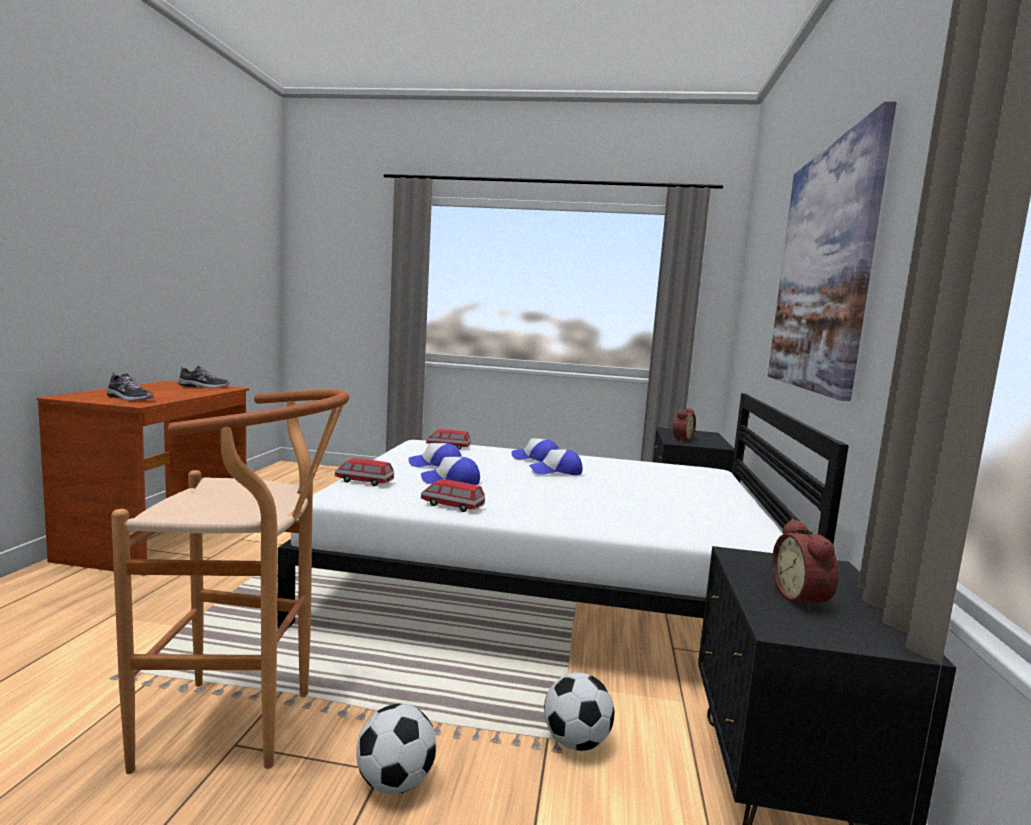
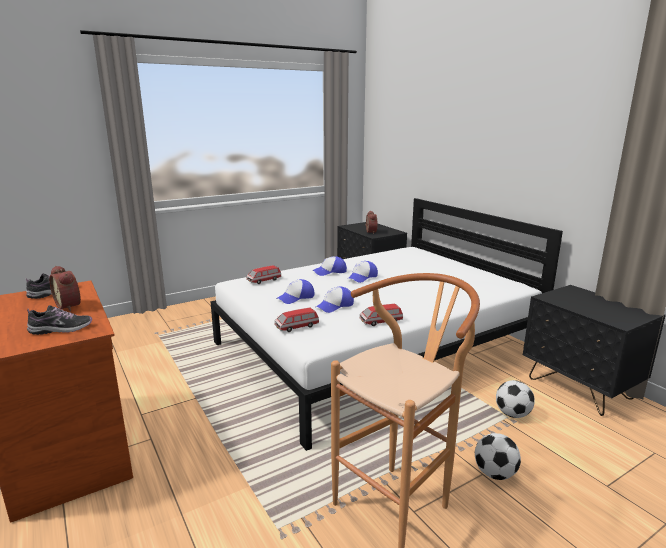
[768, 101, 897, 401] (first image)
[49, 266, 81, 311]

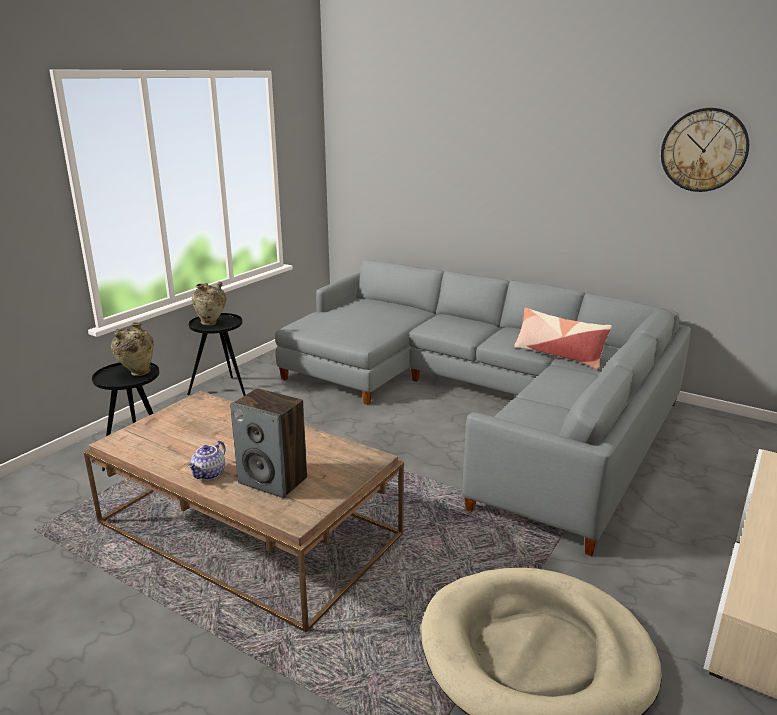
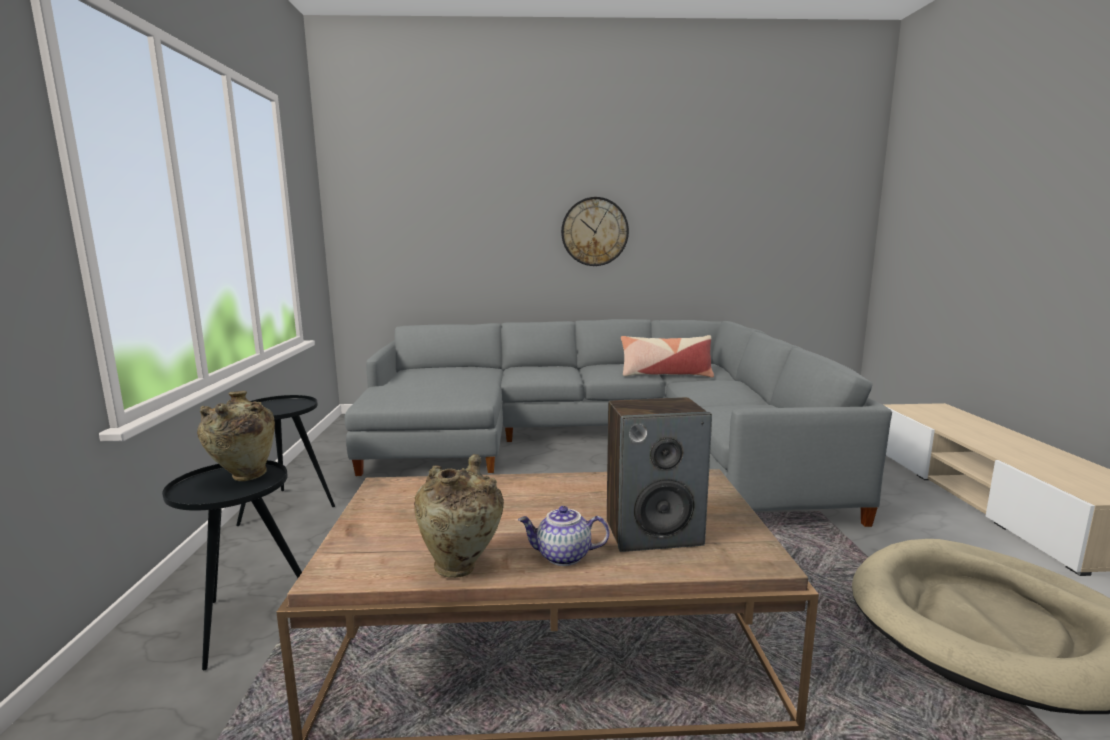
[518, 506, 609, 566]
[414, 454, 504, 578]
[561, 197, 629, 266]

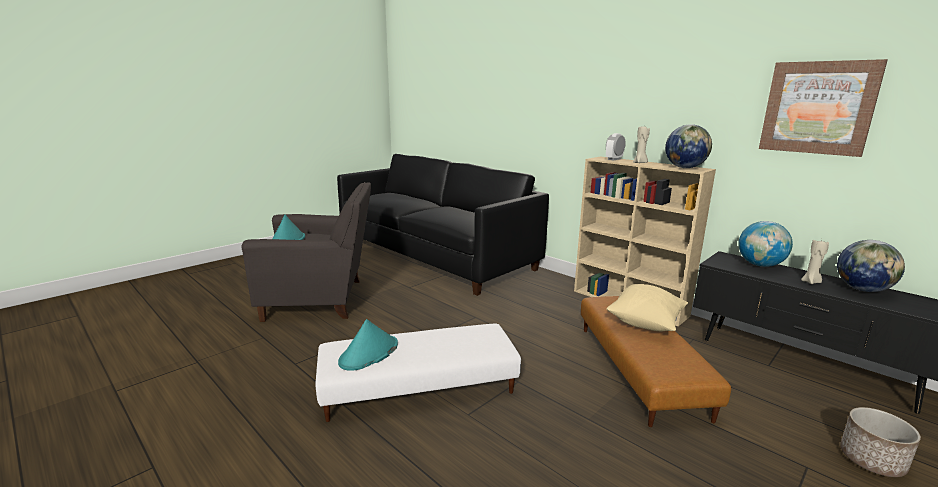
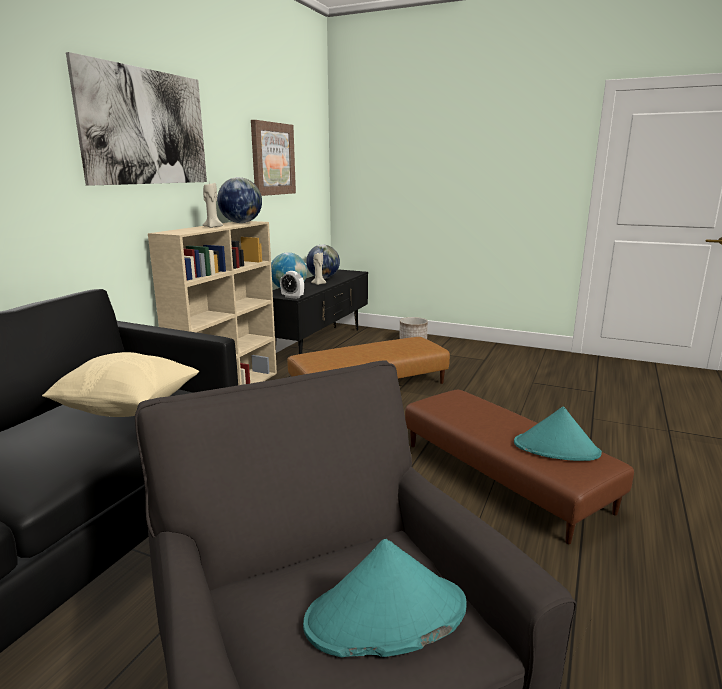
[405, 390, 634, 544]
[280, 271, 304, 299]
[42, 352, 199, 417]
[66, 52, 207, 186]

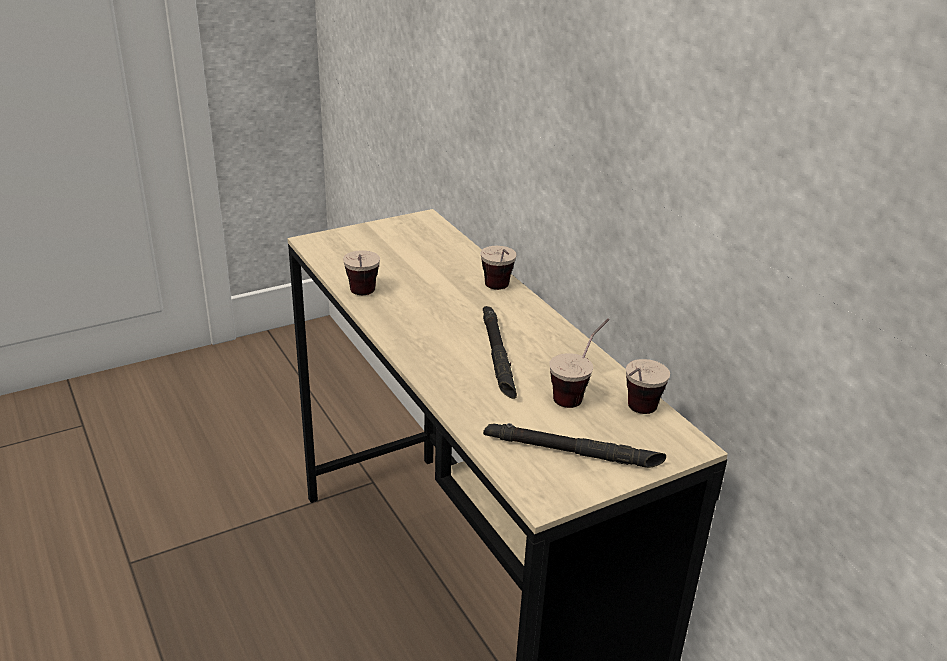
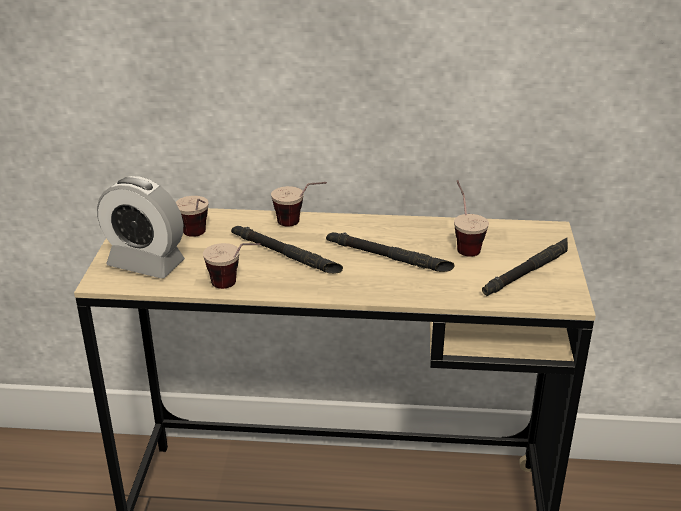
[176, 196, 209, 237]
[97, 176, 185, 279]
[231, 226, 343, 274]

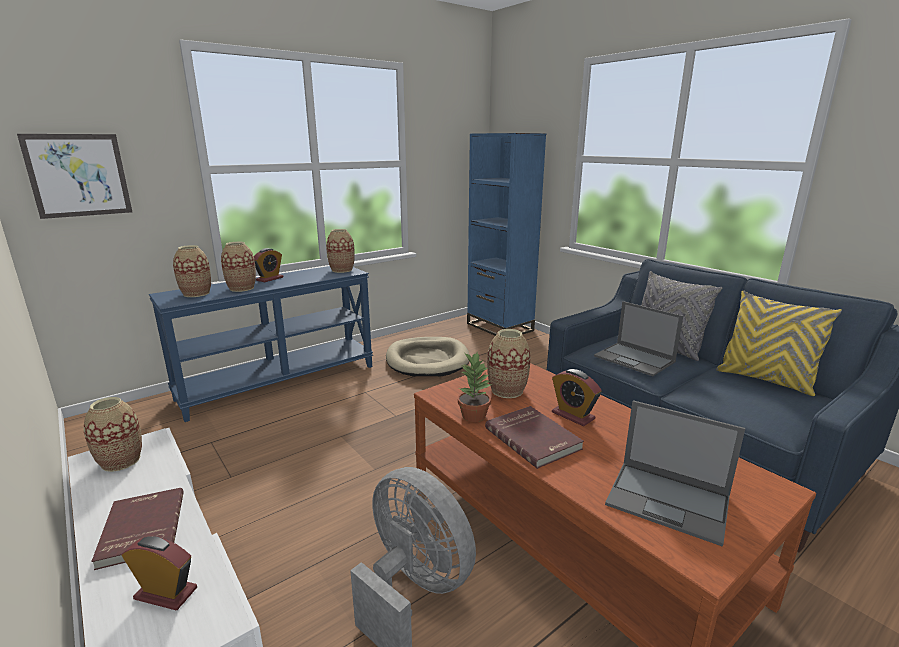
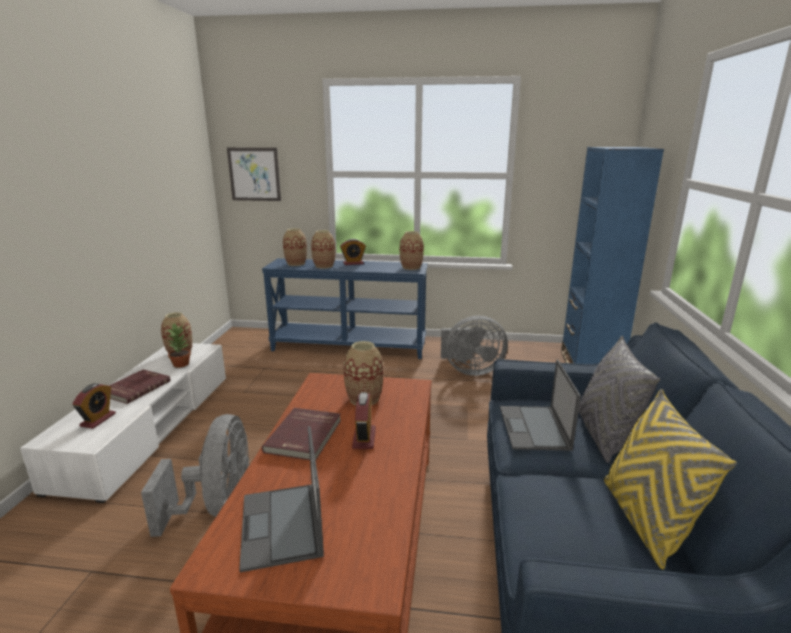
[73, 383, 116, 429]
[441, 316, 508, 376]
[167, 324, 191, 368]

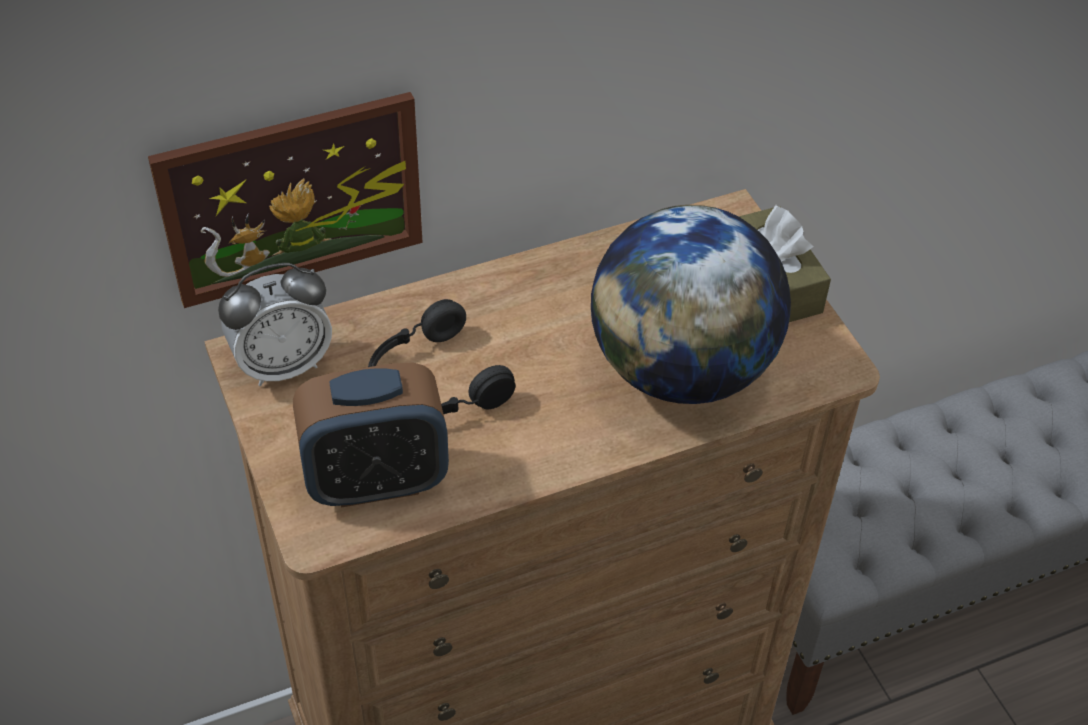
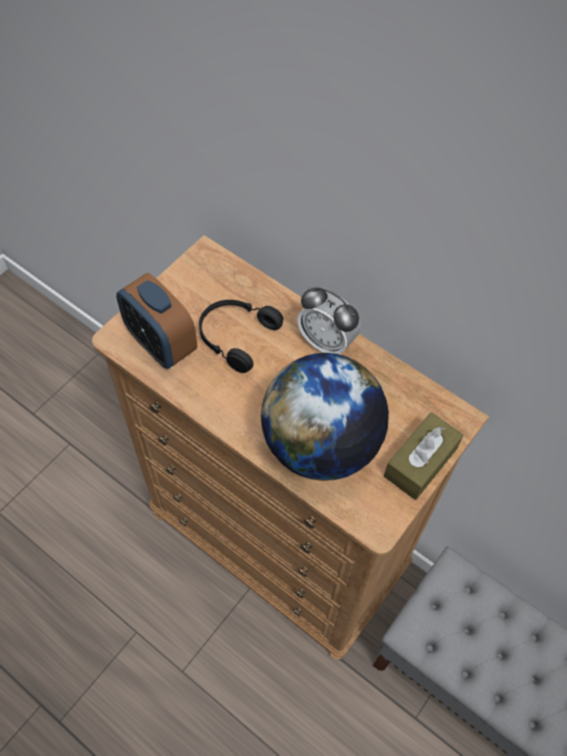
[148, 92, 423, 308] (first image)
[297, 288, 361, 354]

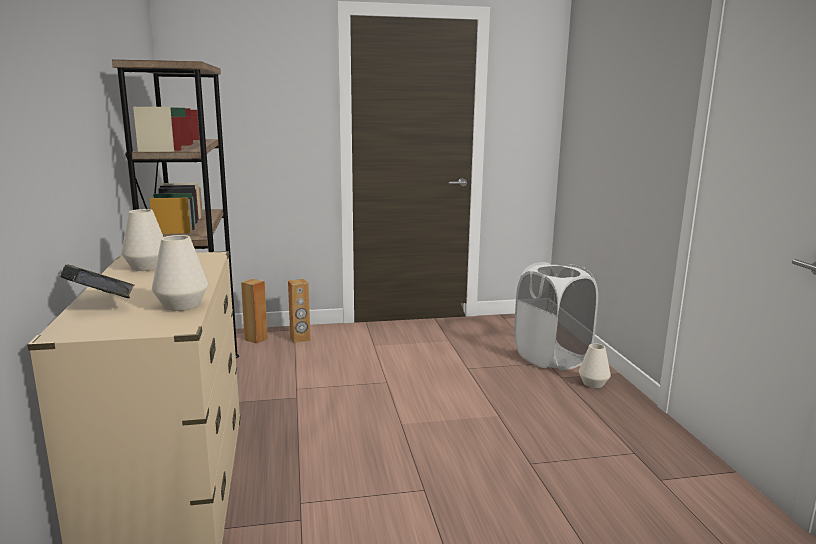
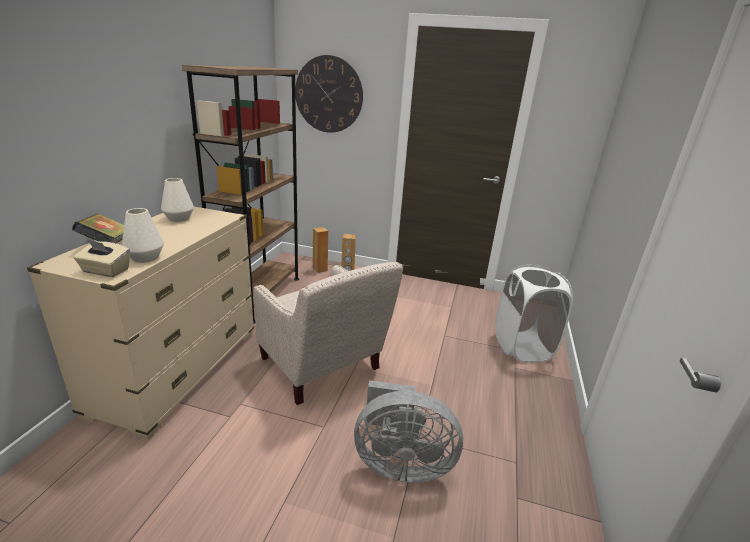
[579, 343, 611, 388] (first image)
[73, 240, 130, 277]
[253, 261, 403, 405]
[295, 55, 363, 133]
[354, 380, 463, 483]

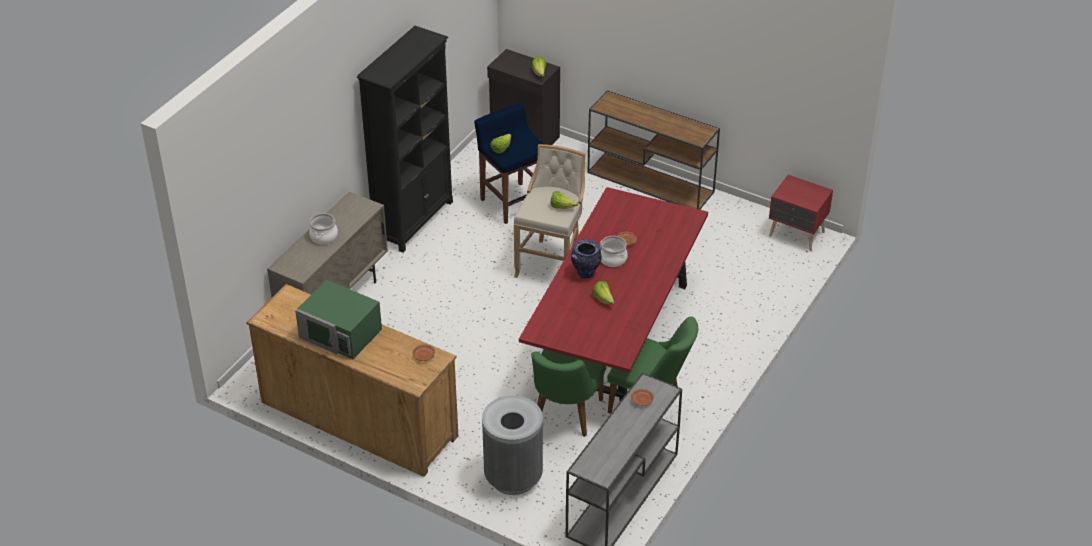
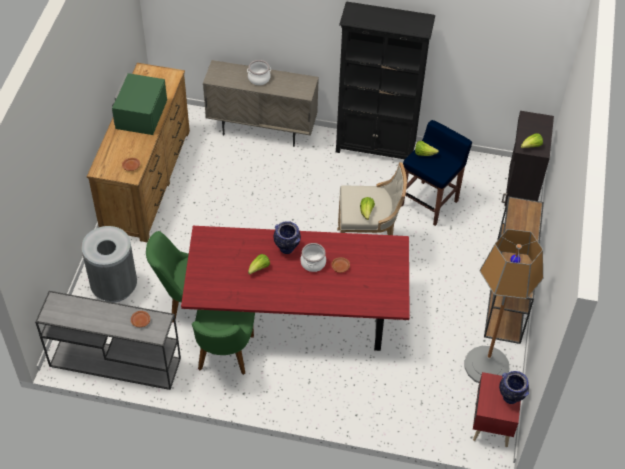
[465, 229, 543, 383]
[499, 371, 529, 404]

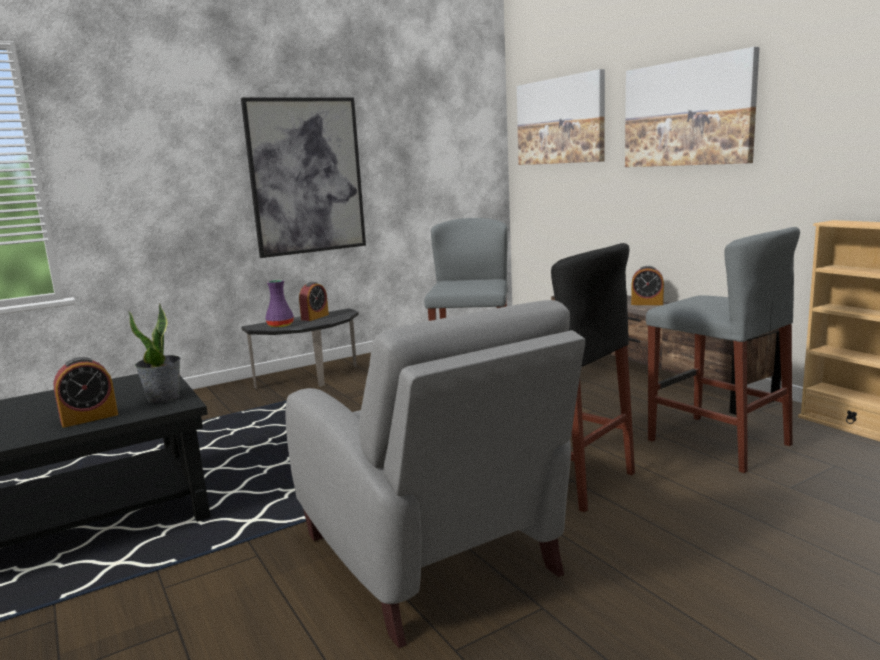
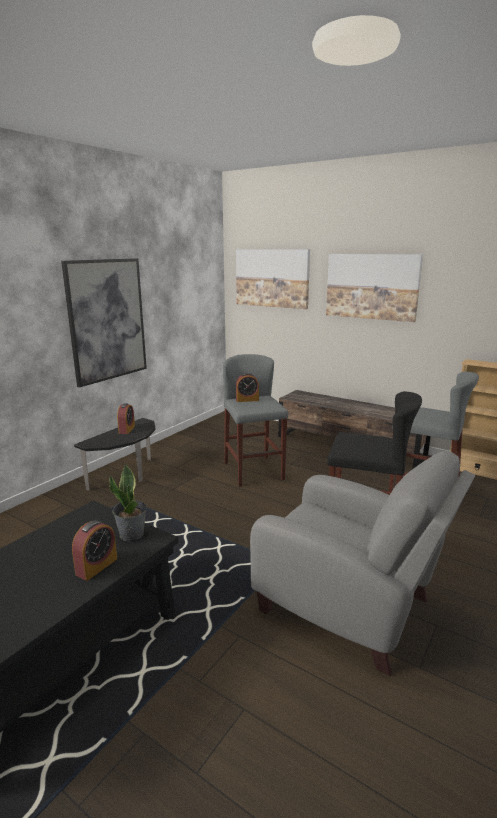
[265, 280, 294, 327] (first image)
[236, 373, 259, 402]

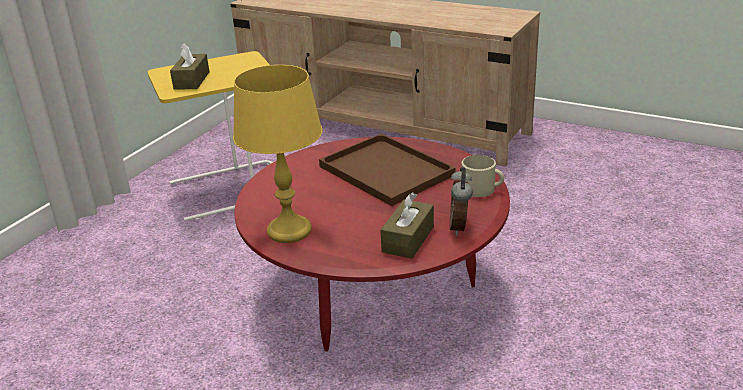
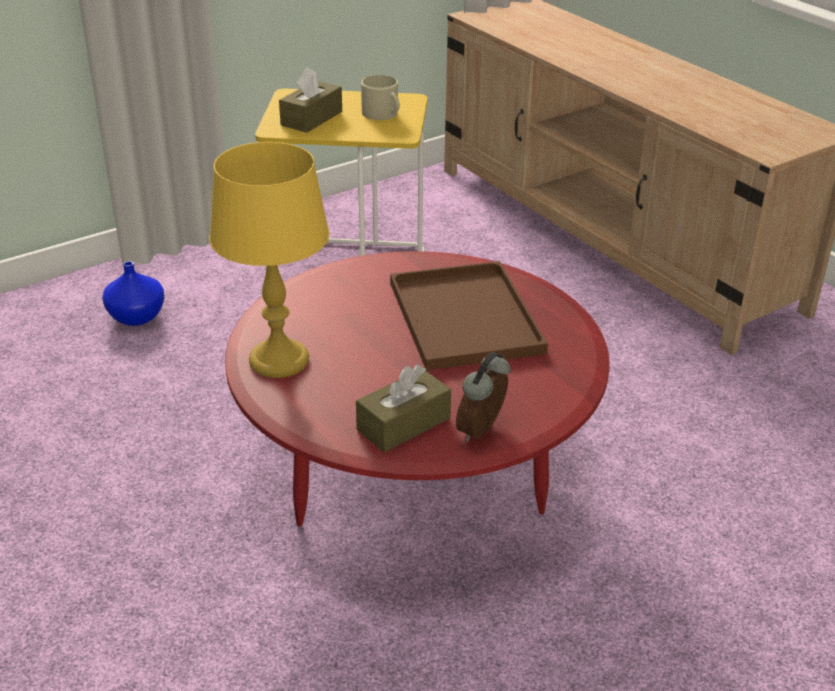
[361, 75, 400, 120]
[102, 261, 164, 326]

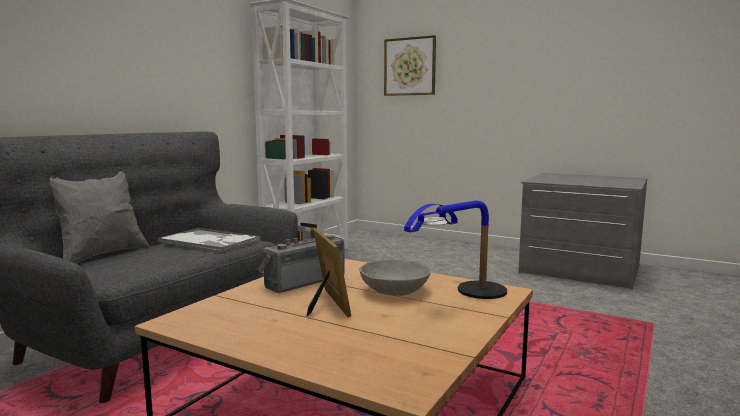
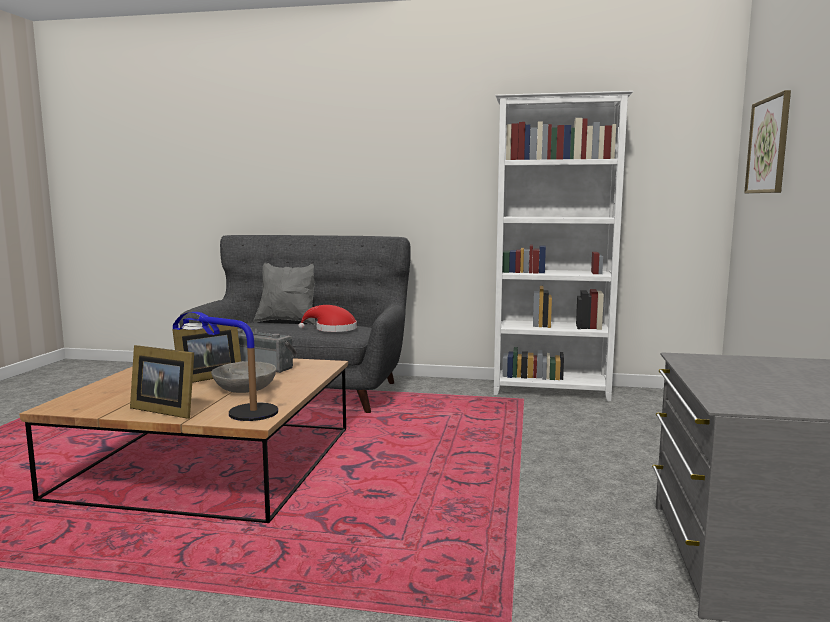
[298, 305, 357, 332]
[130, 345, 194, 419]

